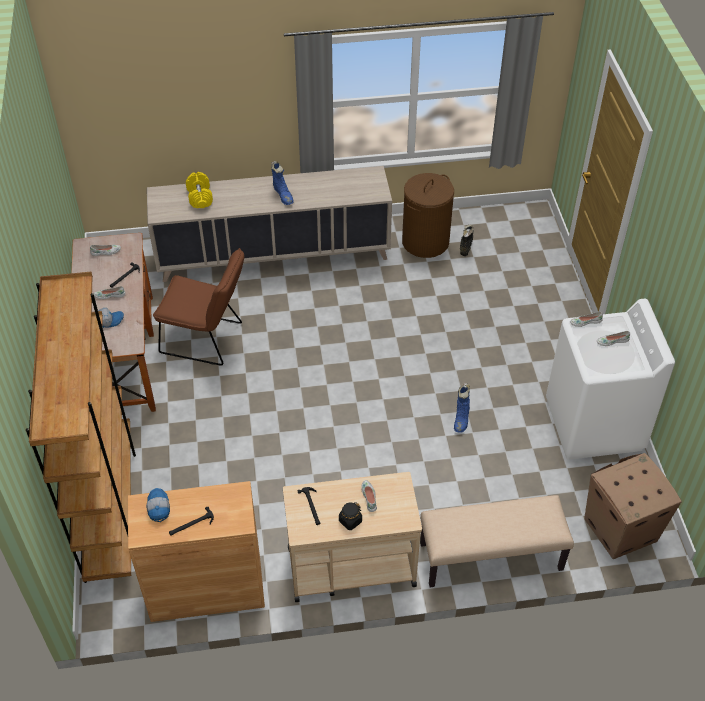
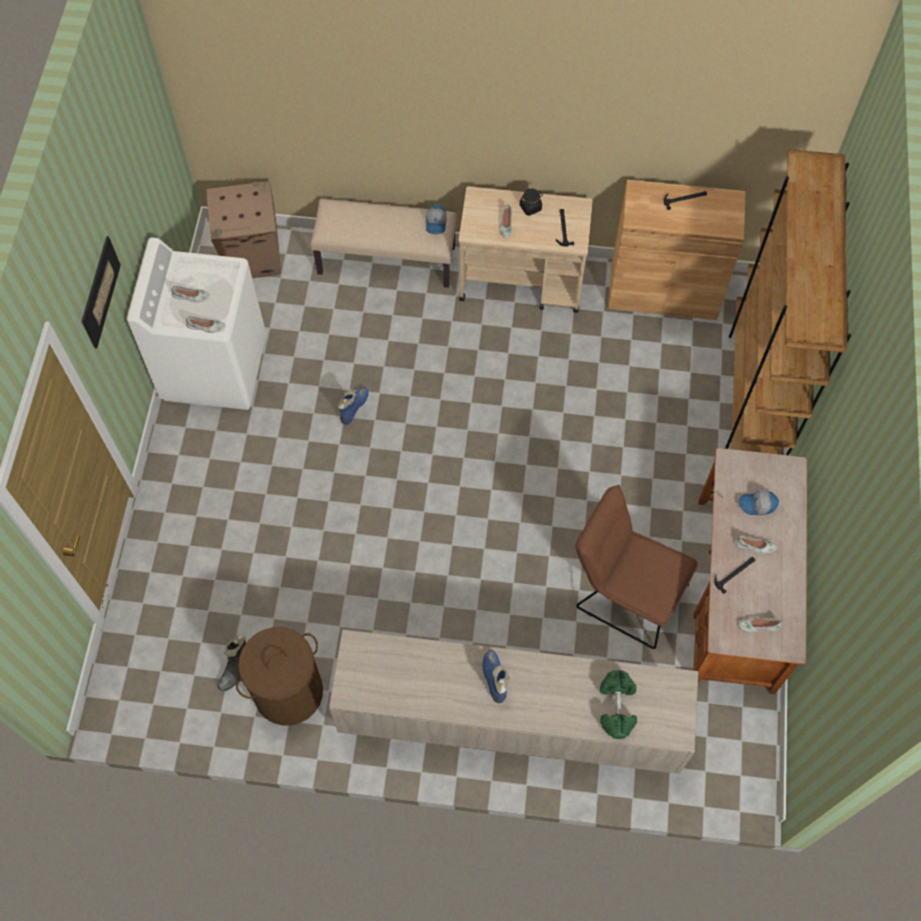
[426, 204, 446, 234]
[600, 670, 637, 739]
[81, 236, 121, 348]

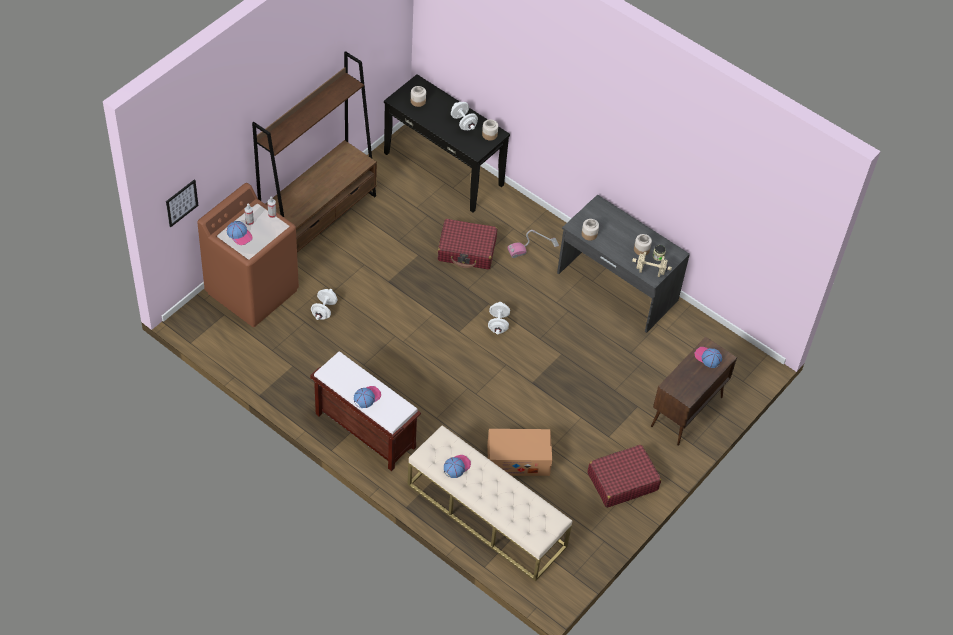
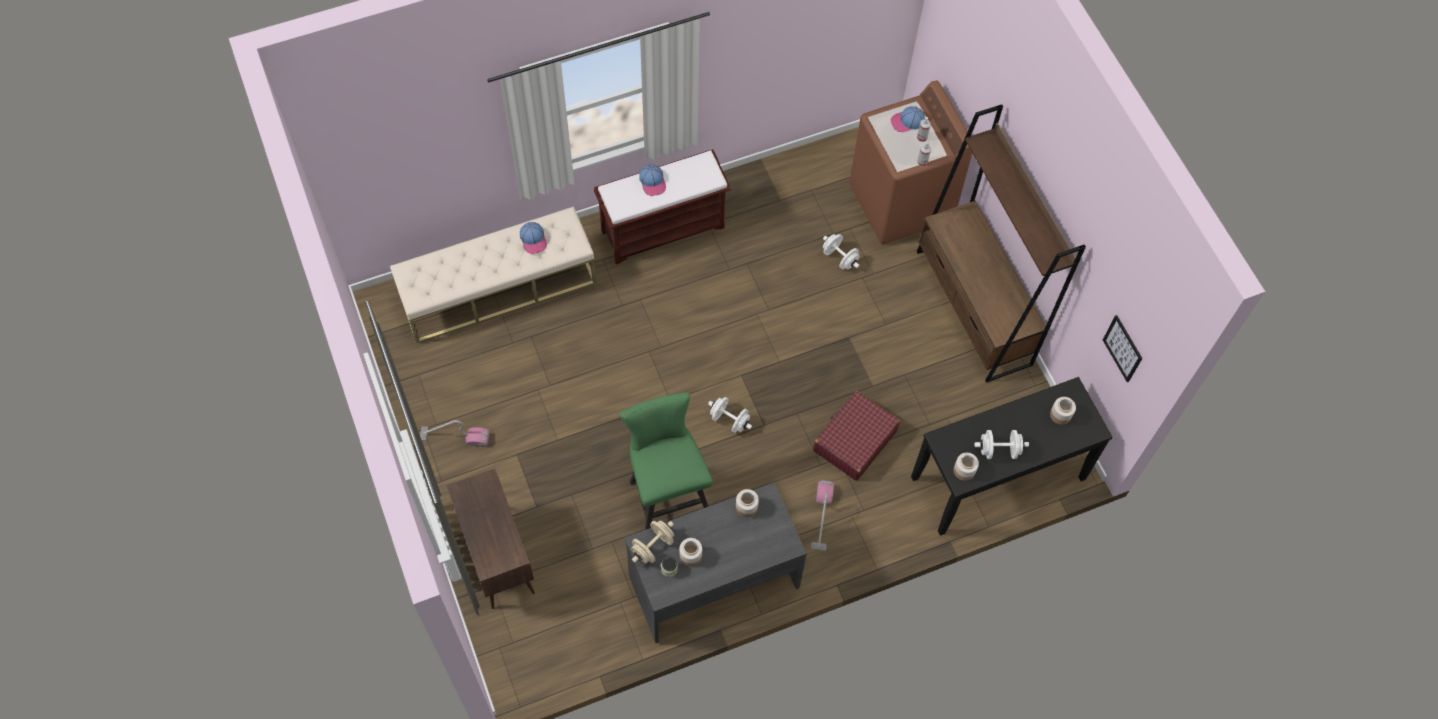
[1103, 315, 1143, 382]
[487, 429, 552, 476] (first image)
[420, 420, 490, 447]
[695, 347, 722, 368] (first image)
[619, 392, 713, 530]

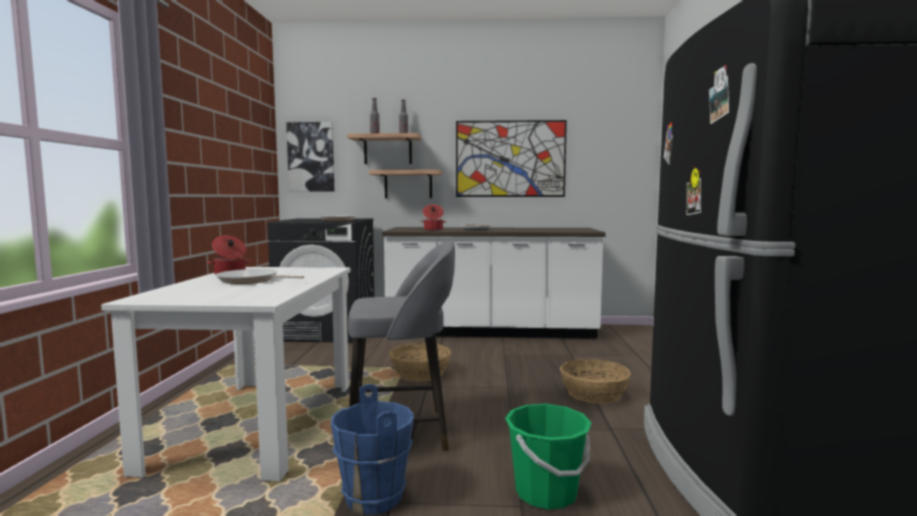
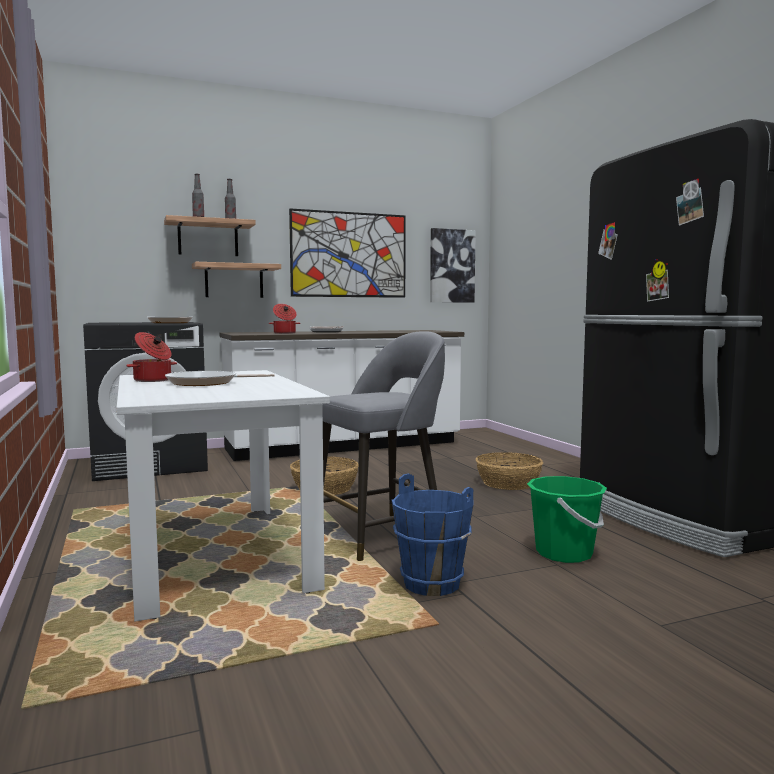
[430, 228, 476, 303]

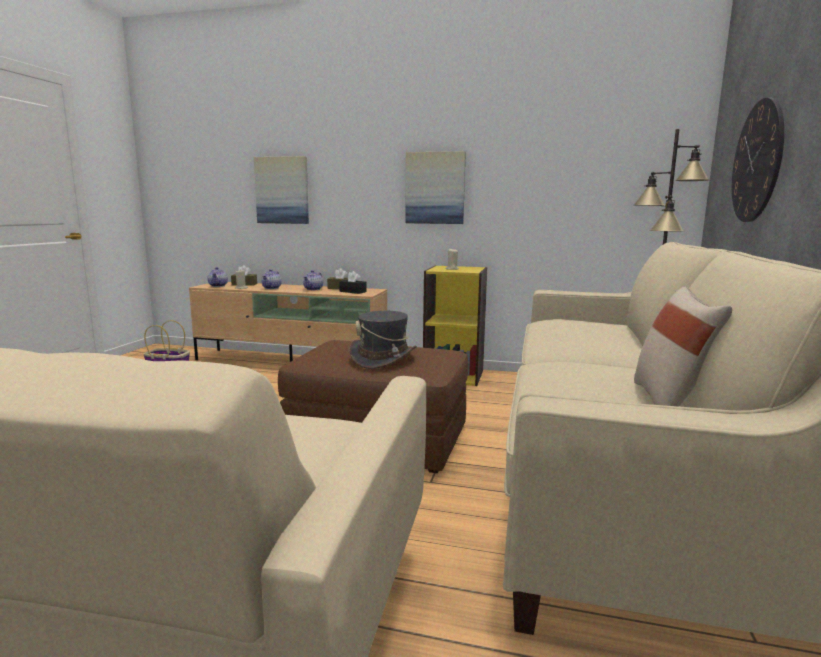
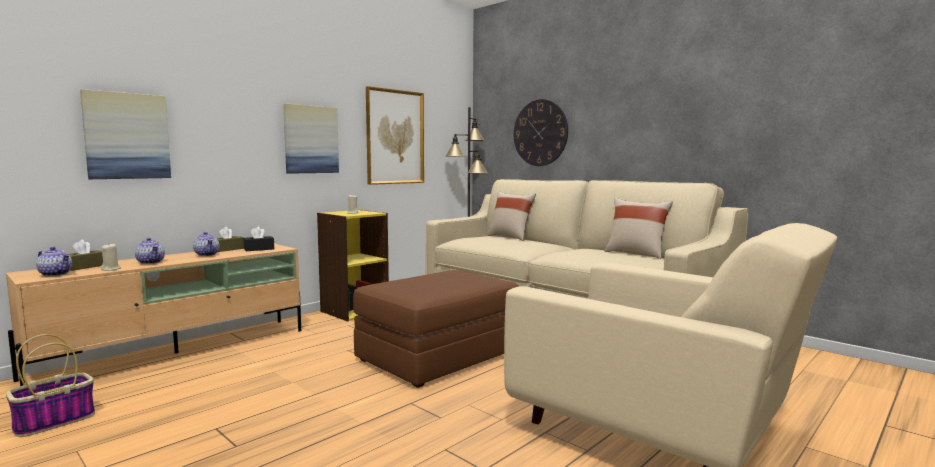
[349, 311, 417, 369] (first image)
[366, 86, 424, 185]
[488, 191, 536, 241]

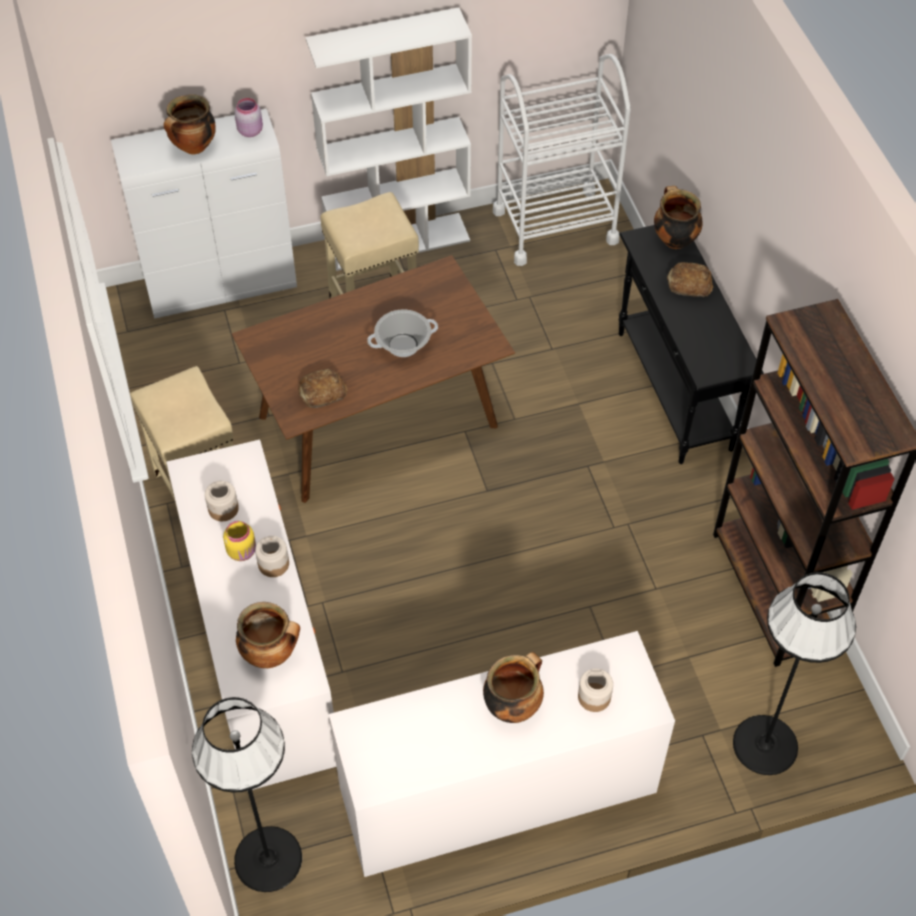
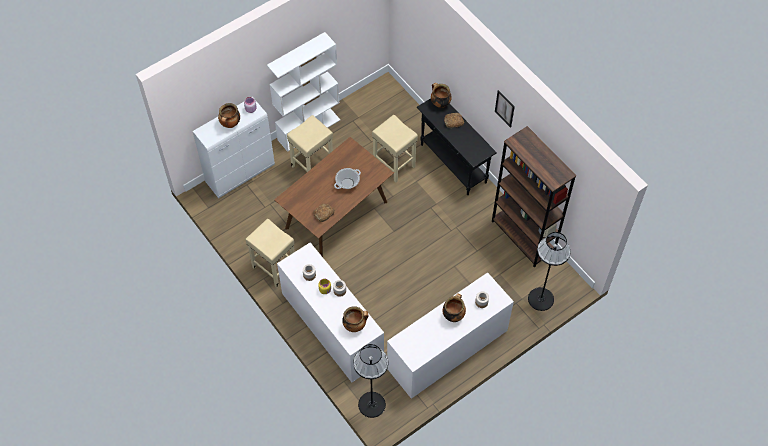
[493, 54, 631, 266] (first image)
[372, 115, 418, 182]
[495, 90, 515, 128]

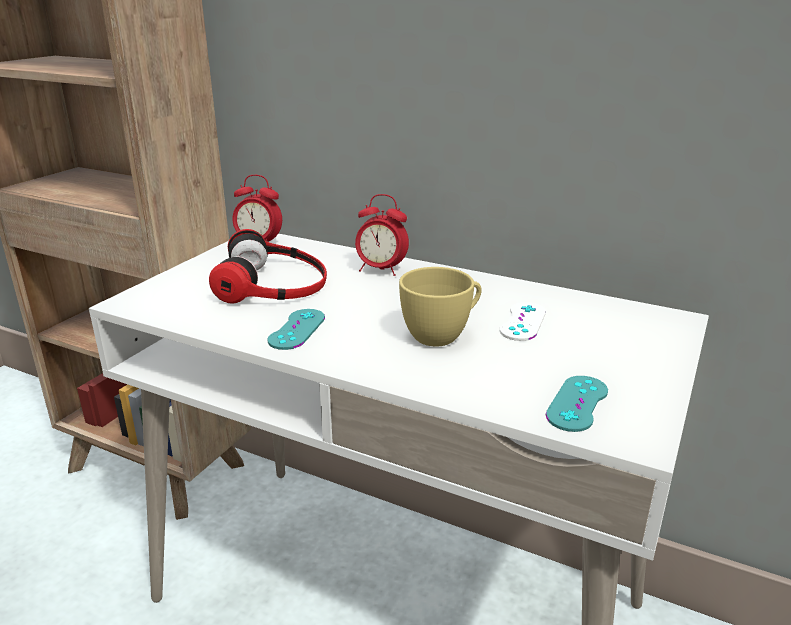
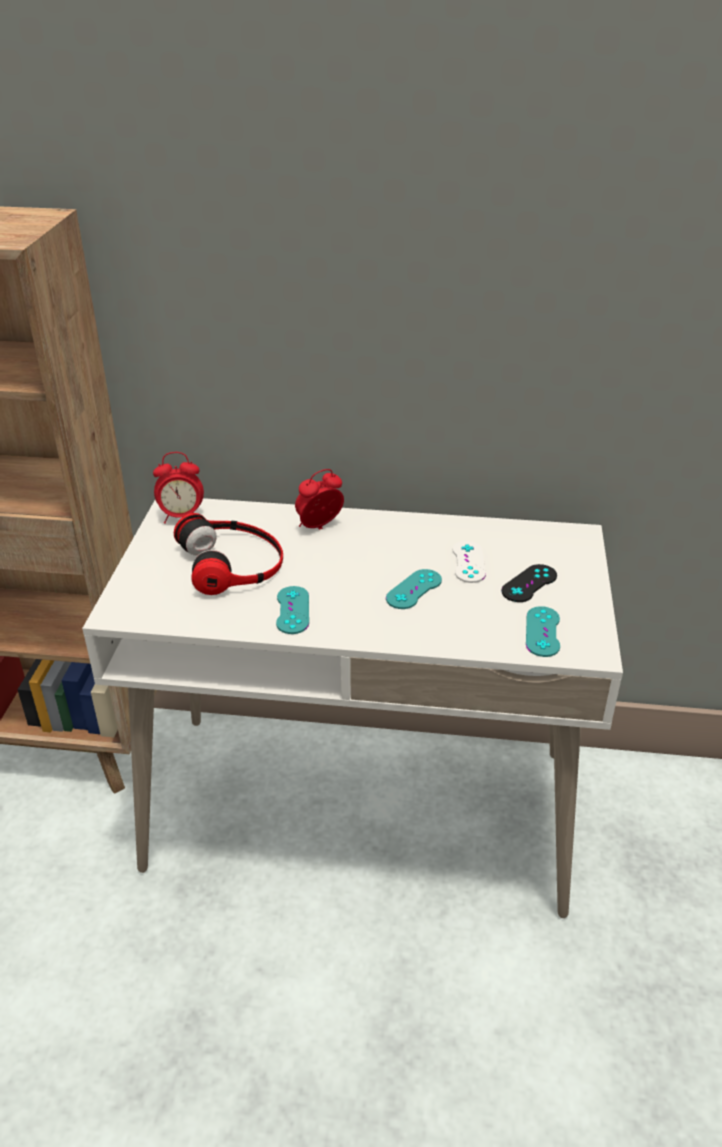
[295, 469, 344, 530]
[386, 569, 442, 609]
[501, 564, 557, 602]

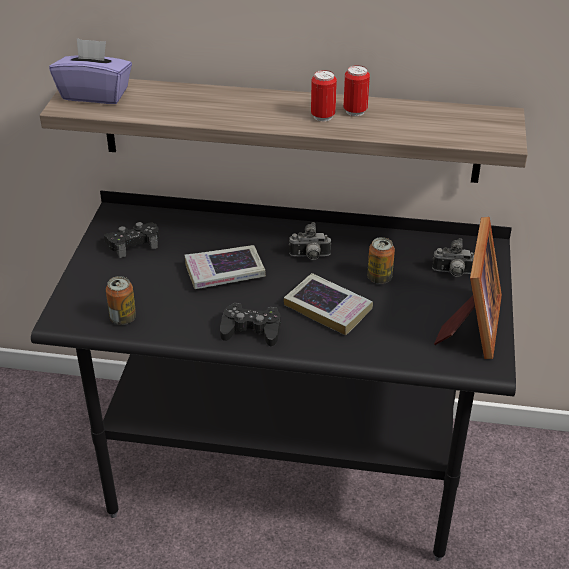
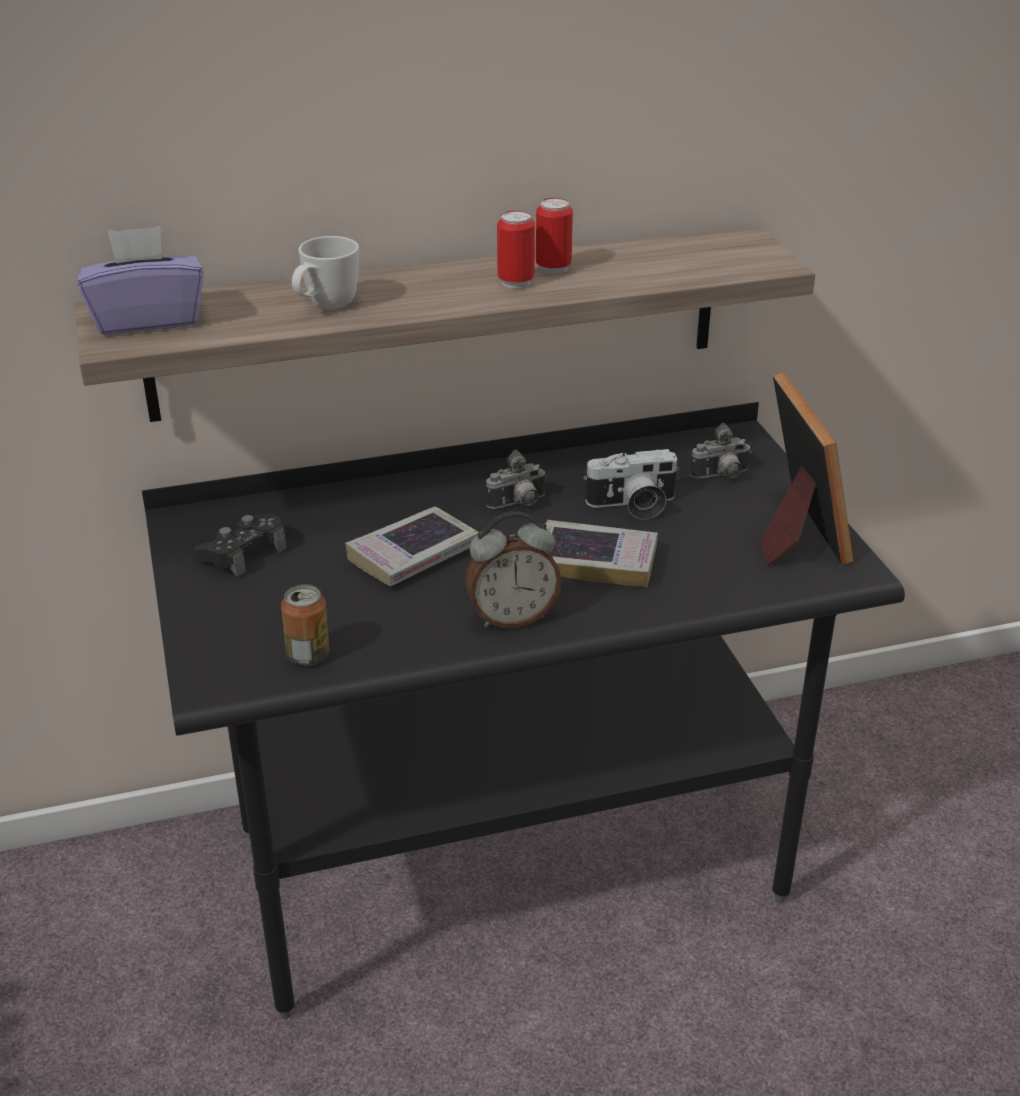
[465, 511, 562, 628]
[583, 449, 679, 520]
[292, 236, 359, 309]

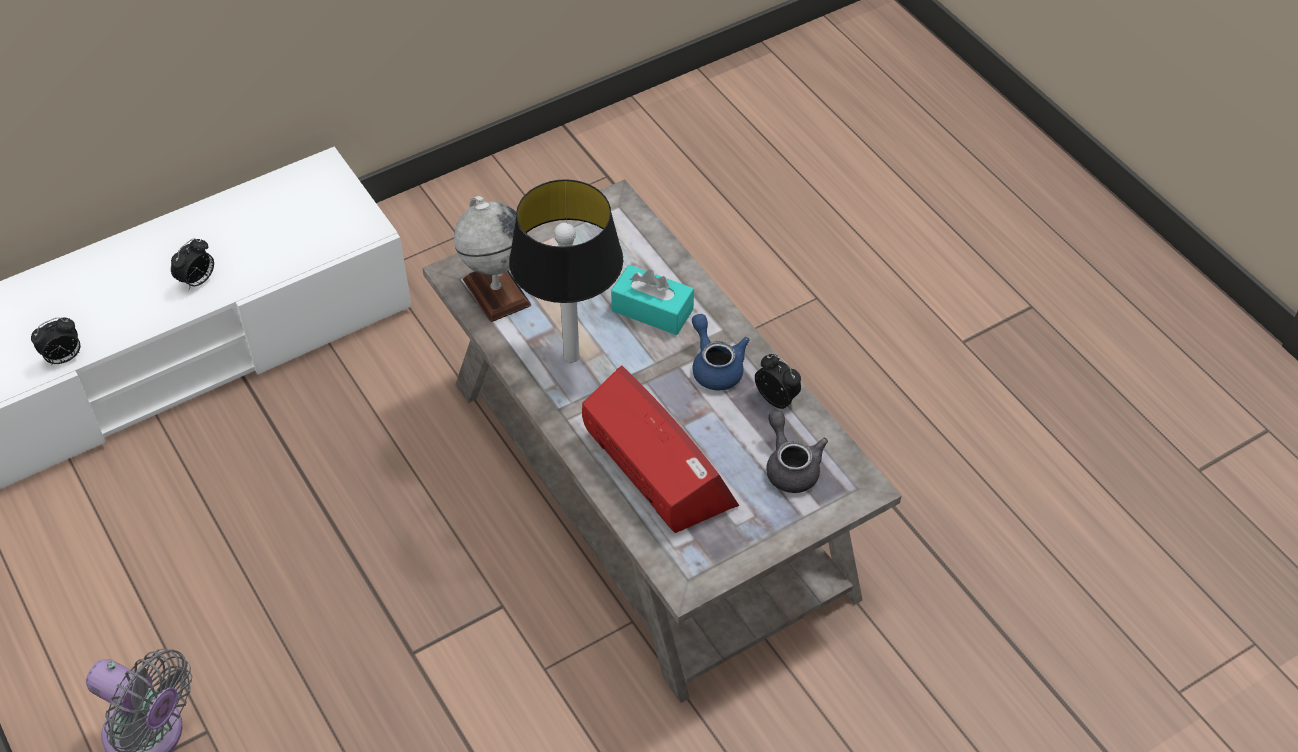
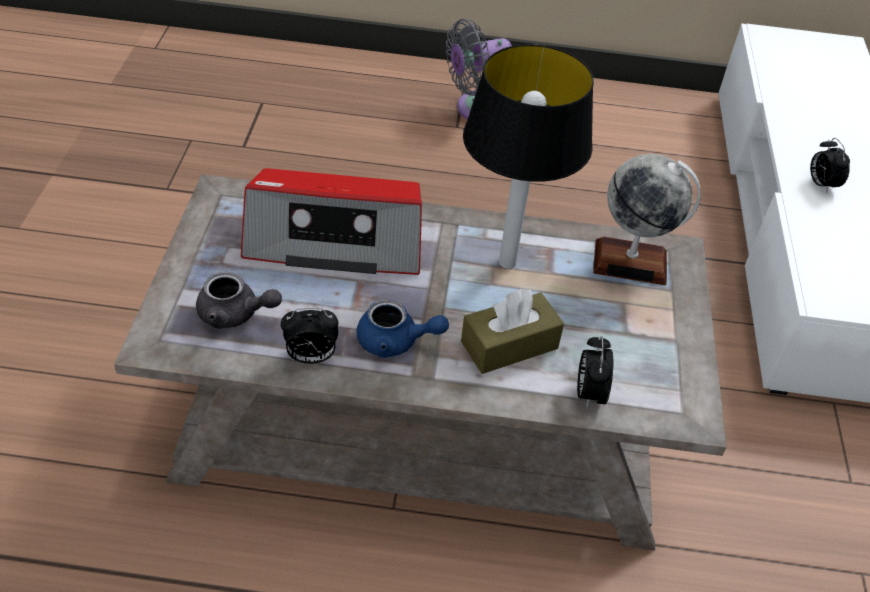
[577, 336, 613, 409]
[461, 289, 564, 374]

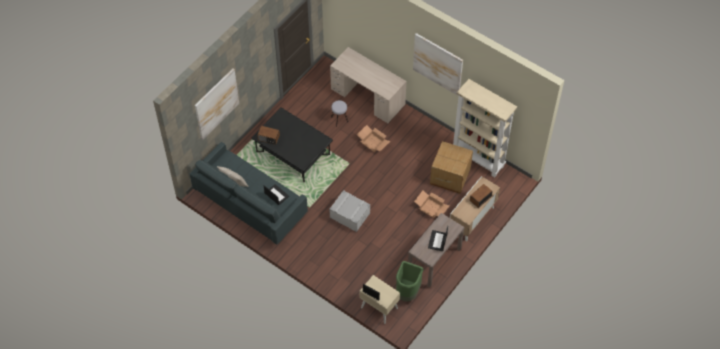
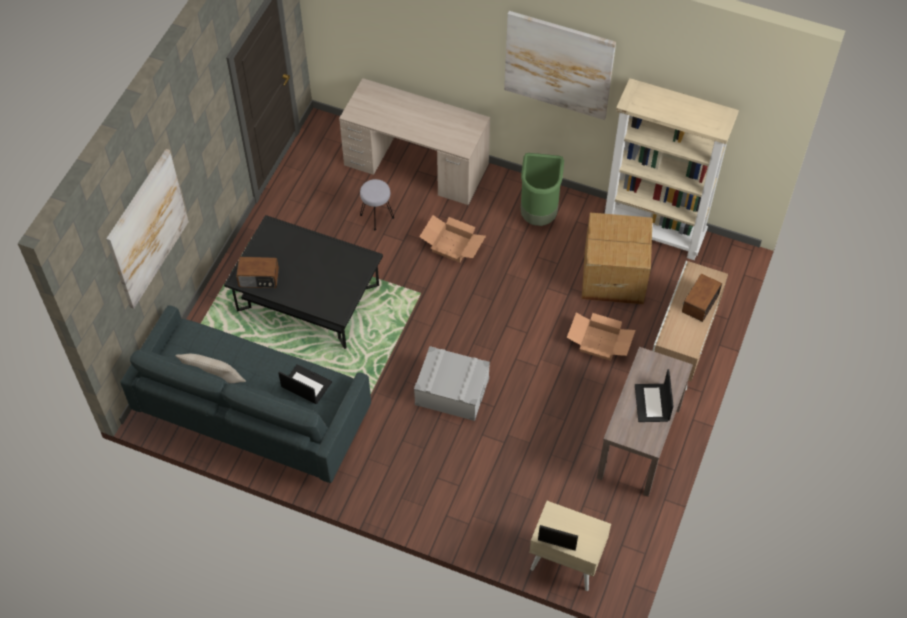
[521, 153, 564, 226]

